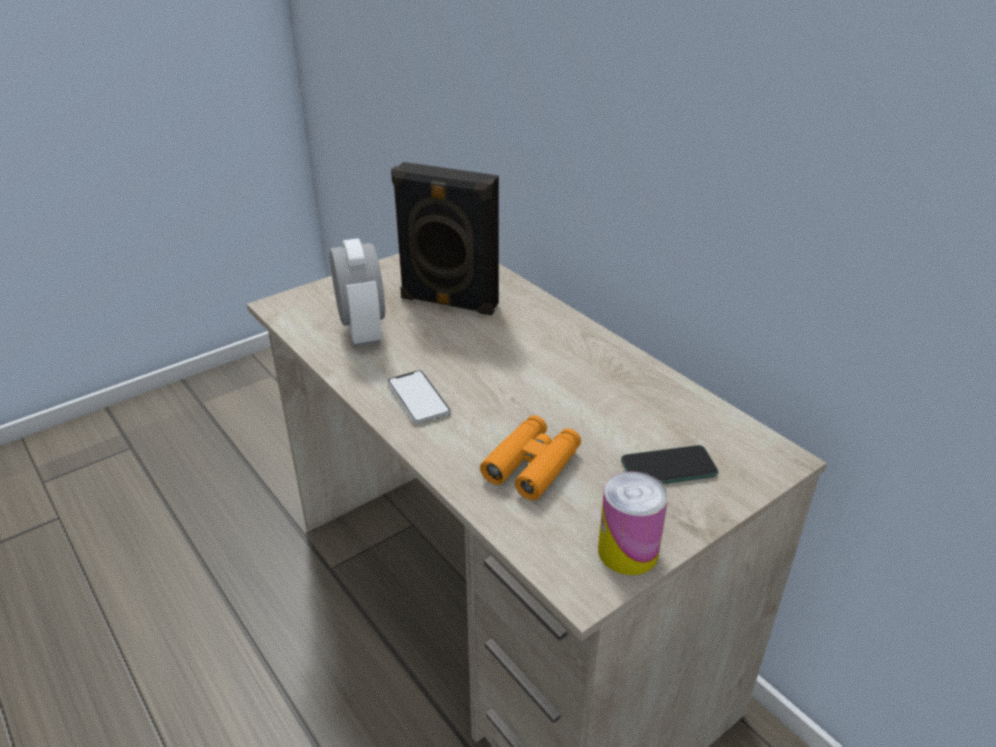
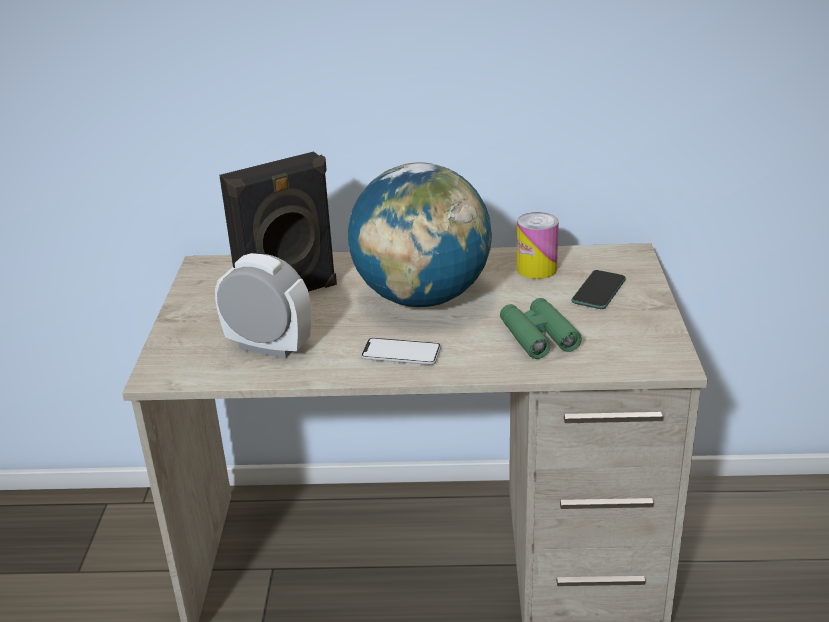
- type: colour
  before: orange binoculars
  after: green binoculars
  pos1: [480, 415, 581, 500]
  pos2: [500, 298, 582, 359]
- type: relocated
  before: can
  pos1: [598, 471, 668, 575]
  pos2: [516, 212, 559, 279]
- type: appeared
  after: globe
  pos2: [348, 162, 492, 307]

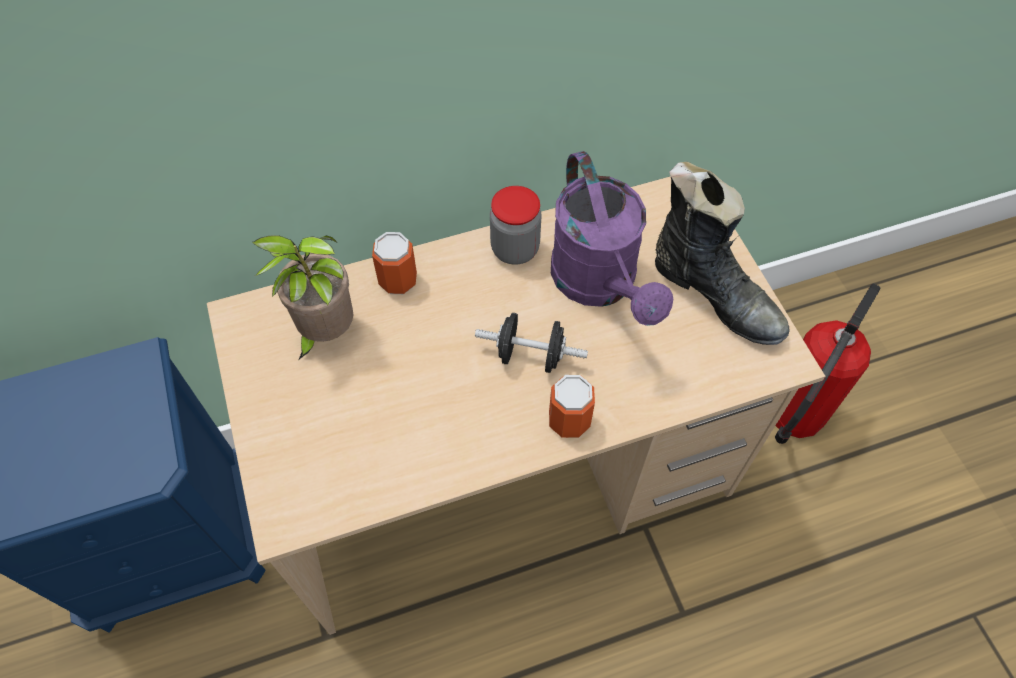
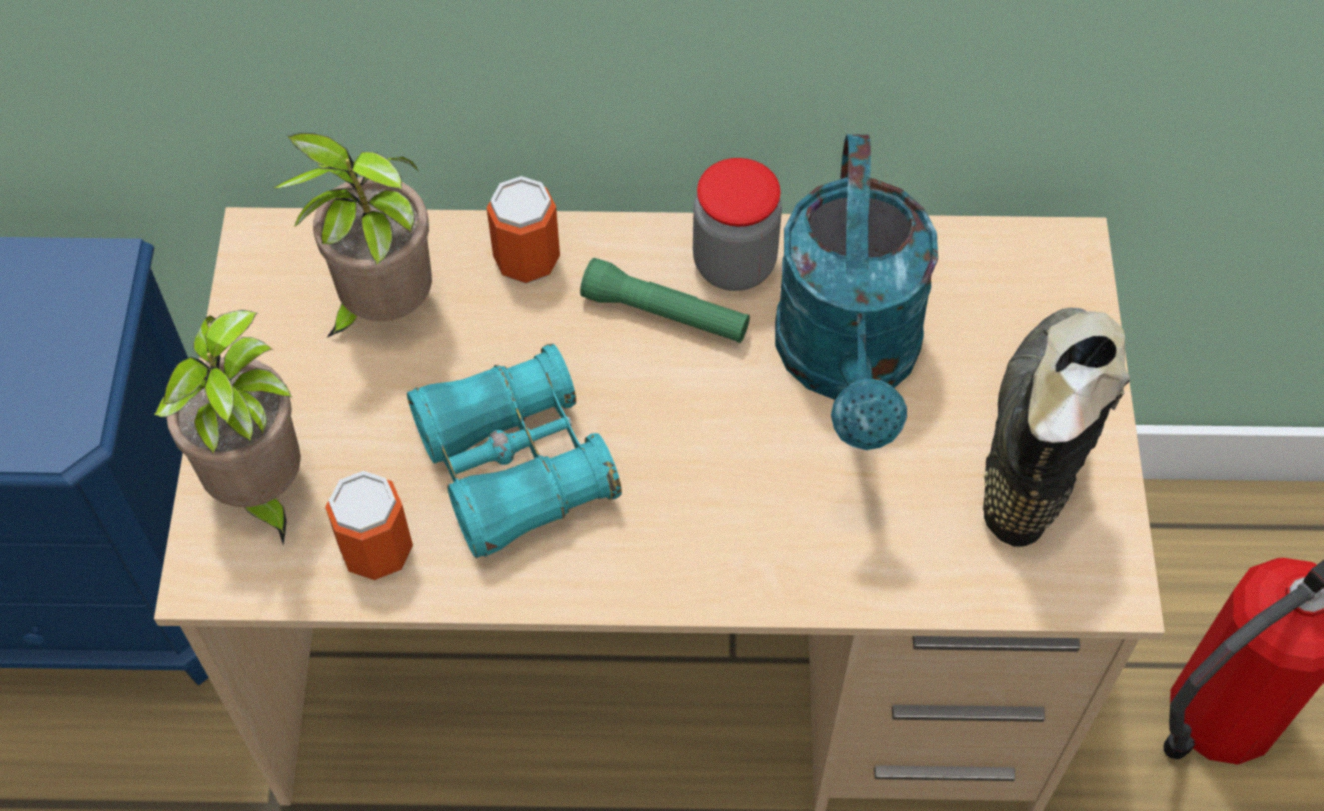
- type: colour
  before: purple watering can
  after: turquoise watering can
  pos1: [551, 151, 673, 326]
  pos2: [775, 134, 938, 450]
- type: spun
  before: black boot
  pos1: [655, 162, 790, 345]
  pos2: [983, 308, 1130, 546]
  turn: -135
- type: missing
  before: black dumbbell
  pos1: [475, 313, 588, 373]
- type: relocated
  before: can
  pos1: [549, 375, 595, 438]
  pos2: [325, 471, 413, 580]
- type: appeared
  after: green flashlight
  pos2: [580, 258, 750, 343]
- type: appeared
  after: potted plant
  pos2: [154, 310, 301, 545]
- type: appeared
  after: turquoise binoculars
  pos2: [407, 344, 622, 558]

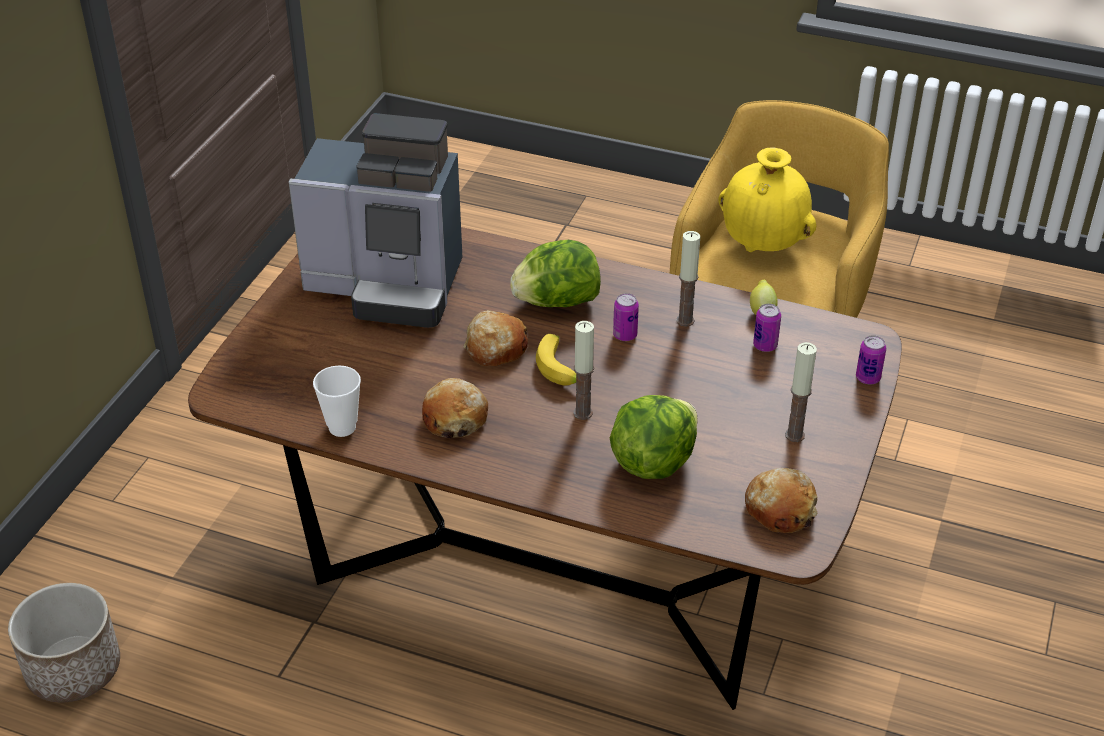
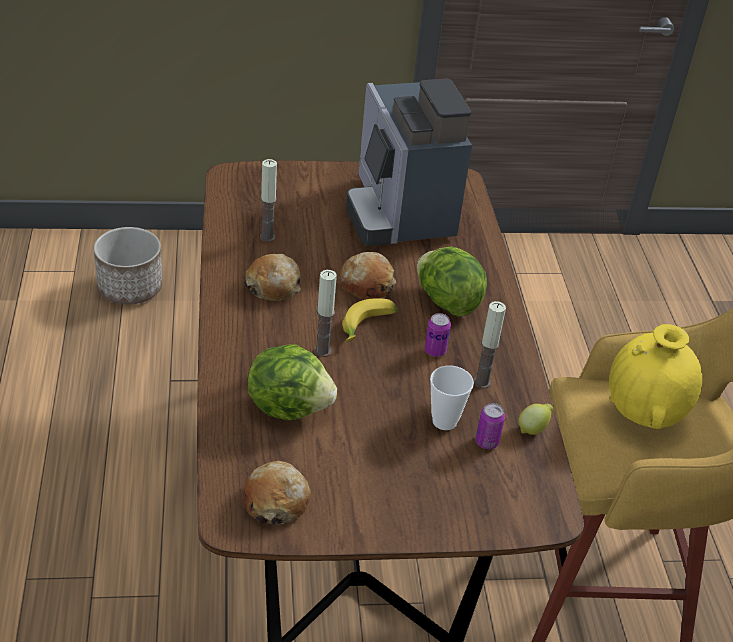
- type: missing
  before: can
  pos1: [856, 335, 886, 384]
- type: relocated
  before: candle
  pos1: [785, 342, 817, 442]
  pos2: [260, 159, 277, 242]
- type: relocated
  before: cup
  pos1: [313, 366, 361, 437]
  pos2: [430, 366, 474, 430]

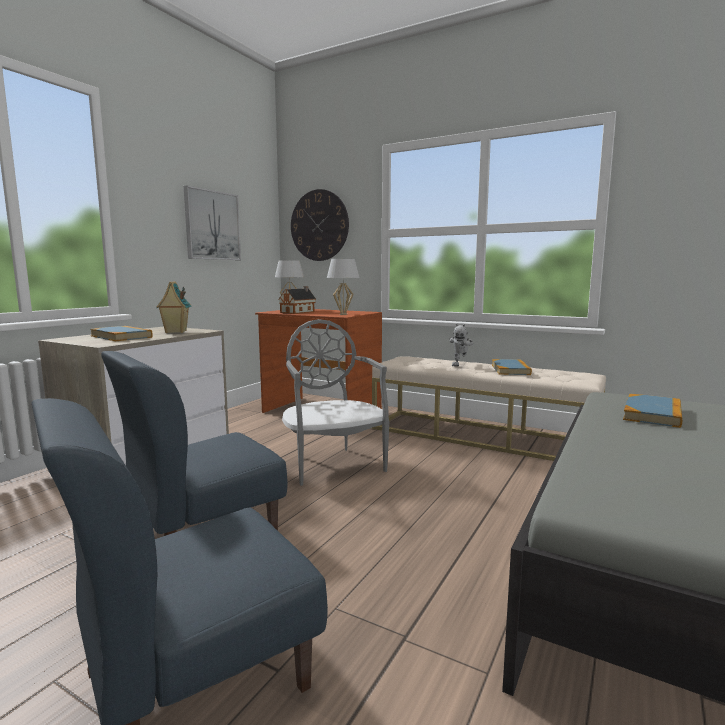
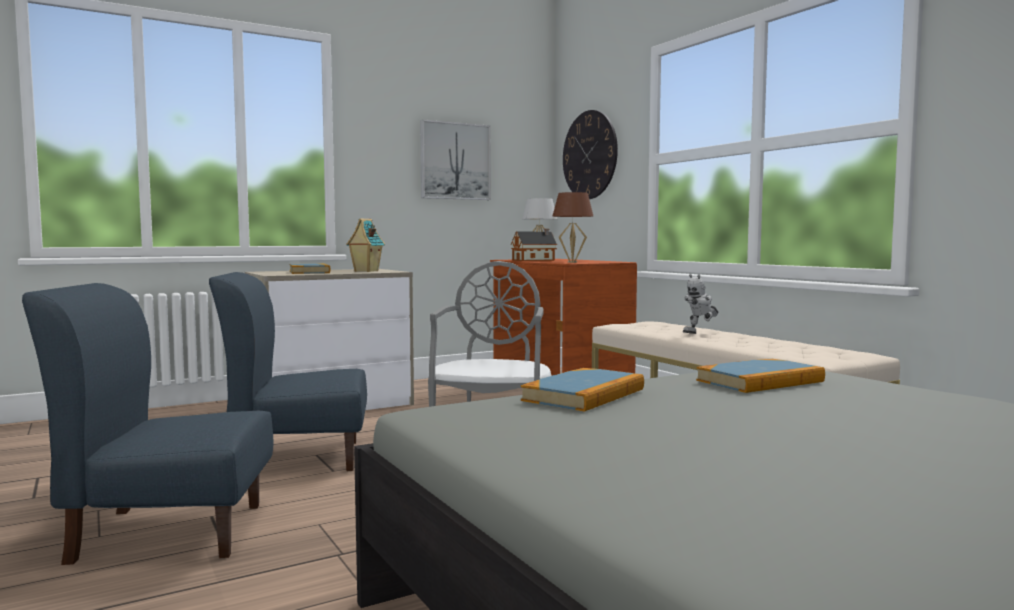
- type: colour
  before: white table lamp
  after: brown table lamp
  pos1: [327, 259, 360, 315]
  pos2: [552, 192, 593, 263]
- type: relocated
  before: book
  pos1: [492, 359, 532, 375]
  pos2: [521, 368, 644, 412]

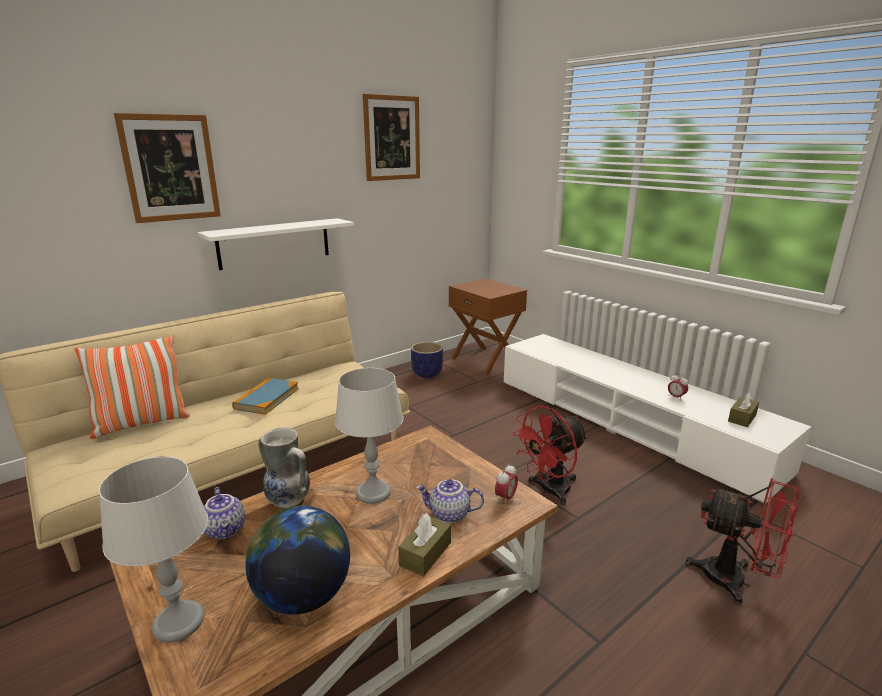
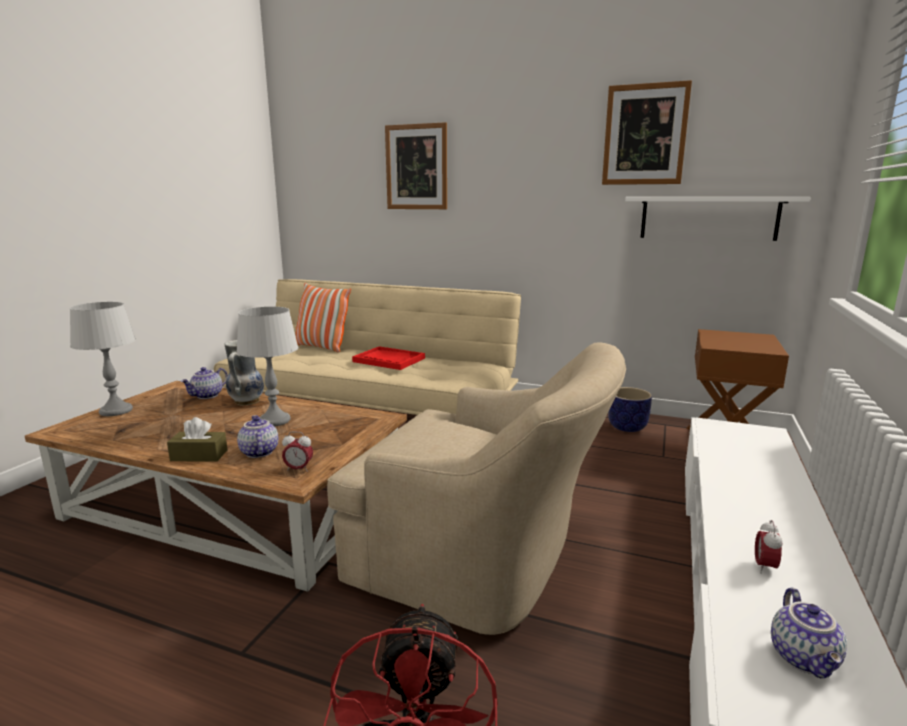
- type: relocated
  before: white shelf
  pos1: [197, 218, 354, 270]
  pos2: [625, 197, 811, 241]
- type: exchanged
  before: book
  after: red tray
  pos1: [232, 378, 299, 415]
  pos2: [352, 346, 425, 370]
- type: exchanged
  before: brown tissue box
  after: teapot
  pos1: [728, 393, 759, 427]
  pos2: [771, 588, 847, 678]
- type: exchanged
  before: red fan
  after: beige armchair
  pos1: [512, 406, 588, 505]
  pos2: [327, 342, 626, 635]
- type: missing
  before: globe
  pos1: [245, 506, 350, 615]

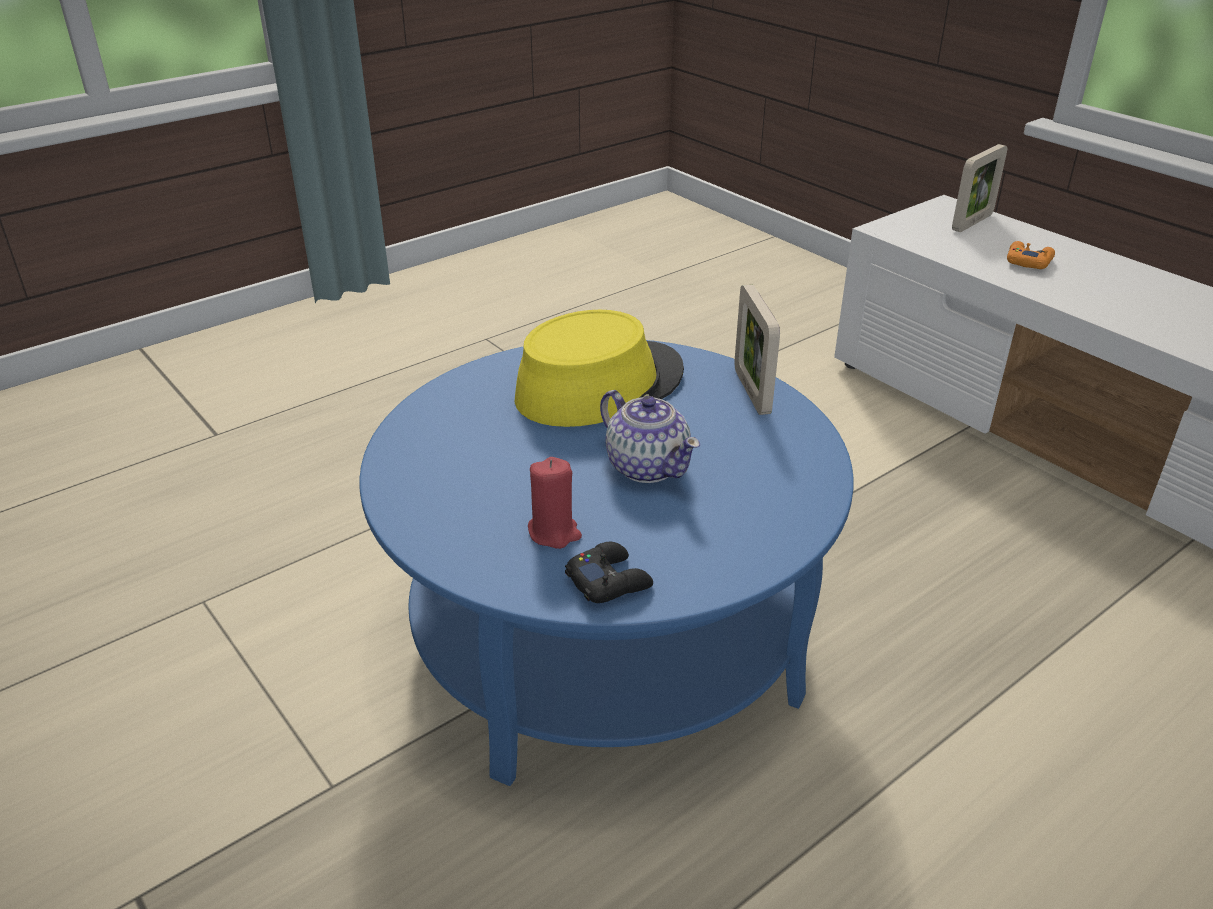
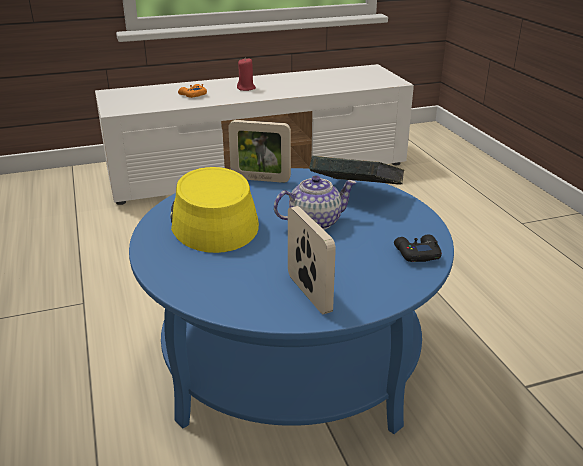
- type: relocated
  before: picture frame
  pos1: [952, 144, 1007, 232]
  pos2: [288, 206, 336, 314]
- type: relocated
  before: red candle
  pos1: [528, 457, 582, 549]
  pos2: [237, 59, 256, 91]
- type: appeared
  after: book
  pos2: [309, 156, 405, 185]

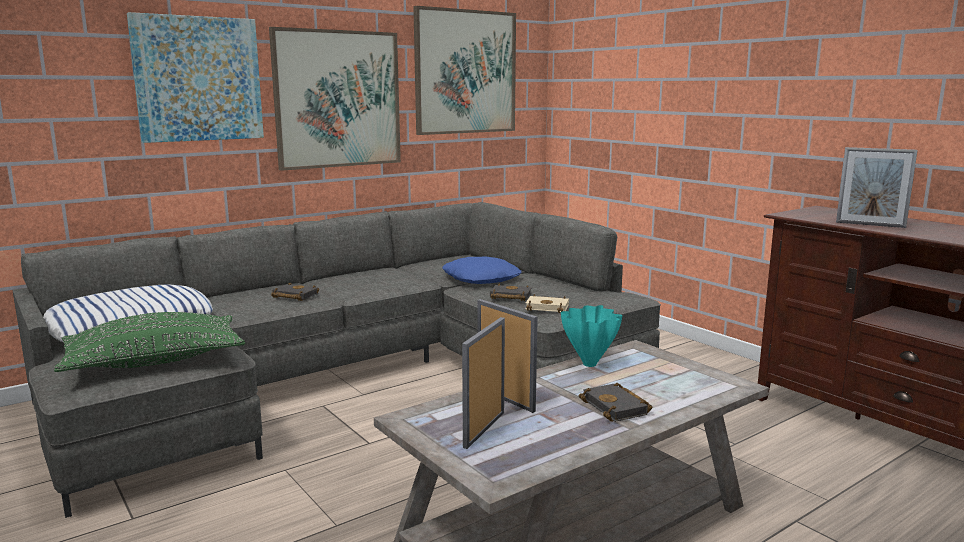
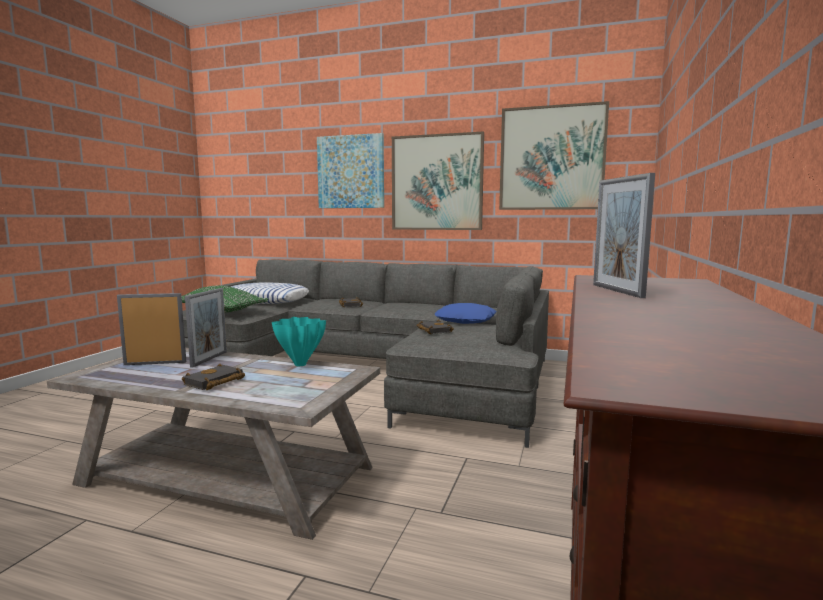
- type: missing
  before: beige book
  pos1: [526, 294, 569, 313]

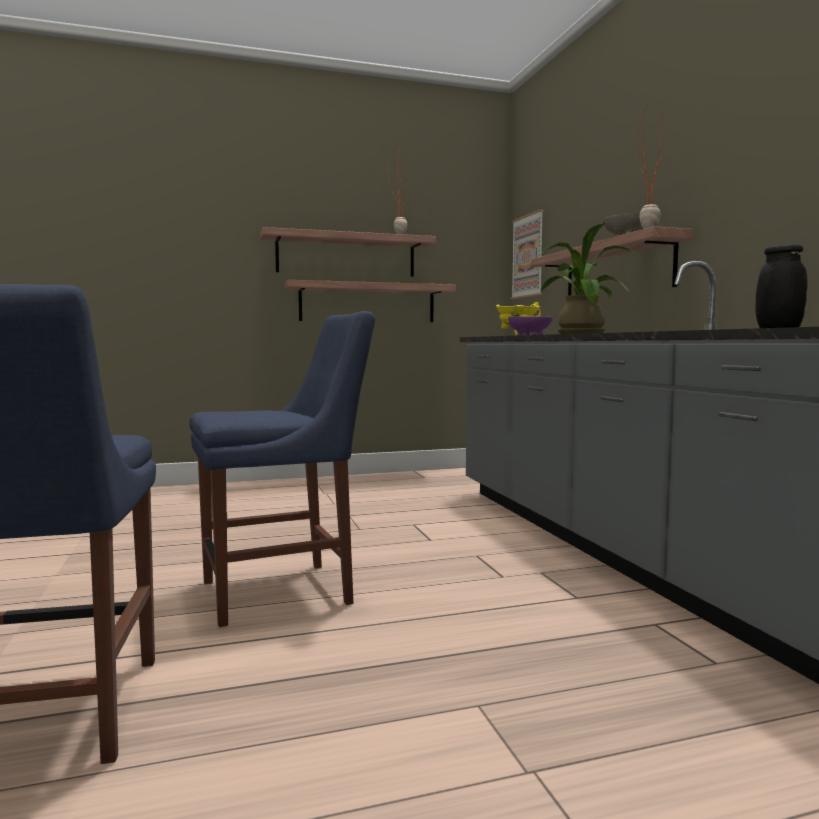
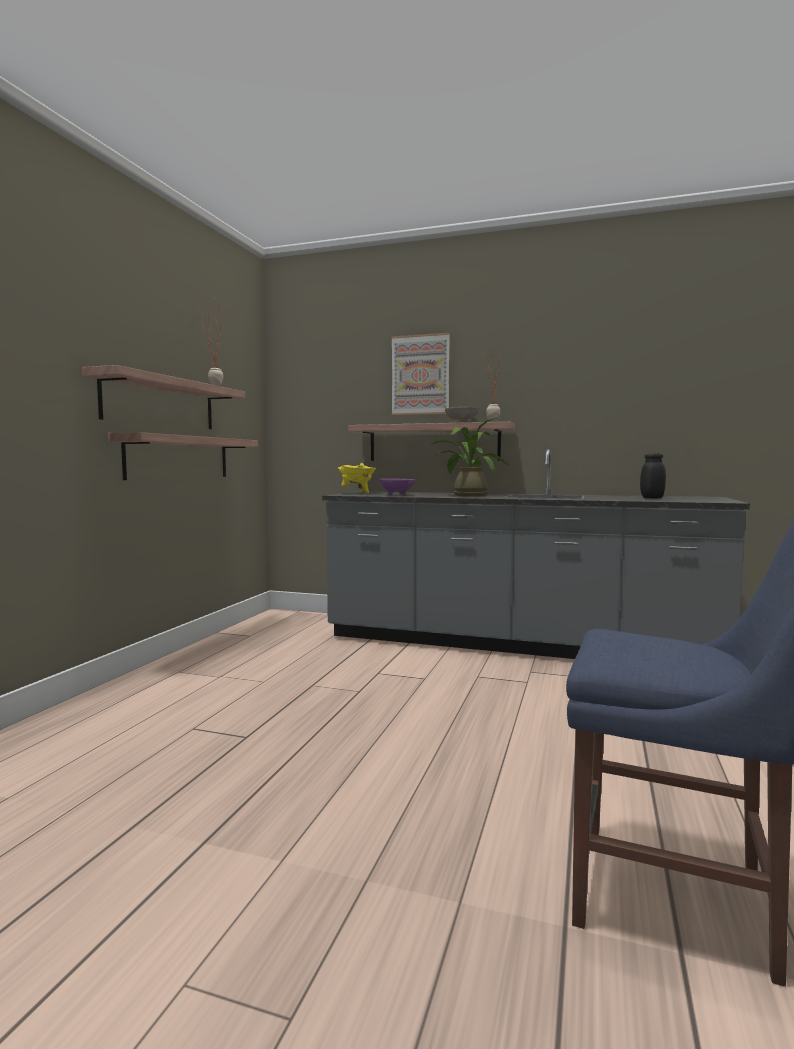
- type: relocated
  before: picture
  pos1: [511, 209, 544, 299]
  pos2: [391, 333, 450, 415]
- type: missing
  before: blue chair
  pos1: [189, 311, 375, 627]

